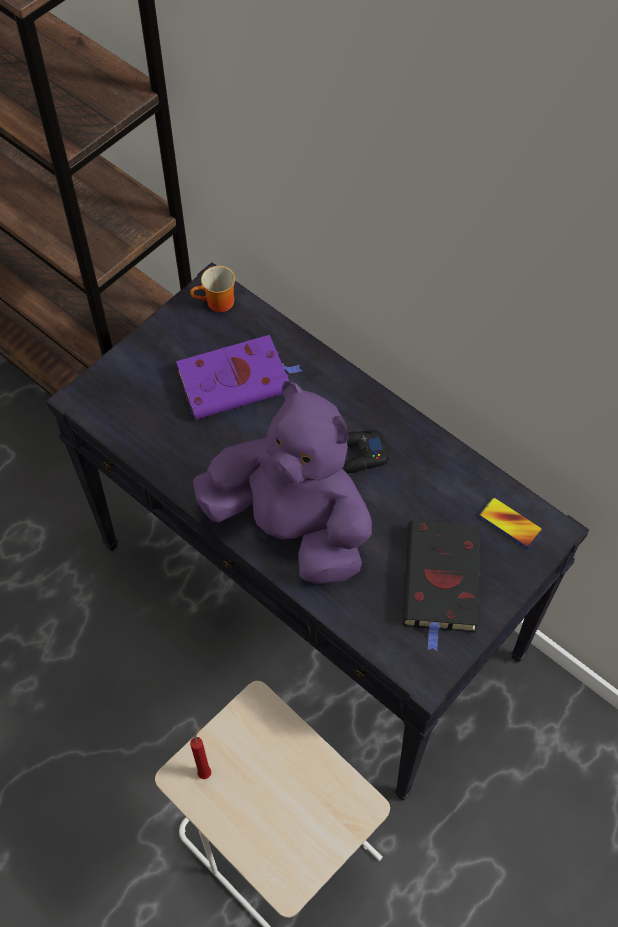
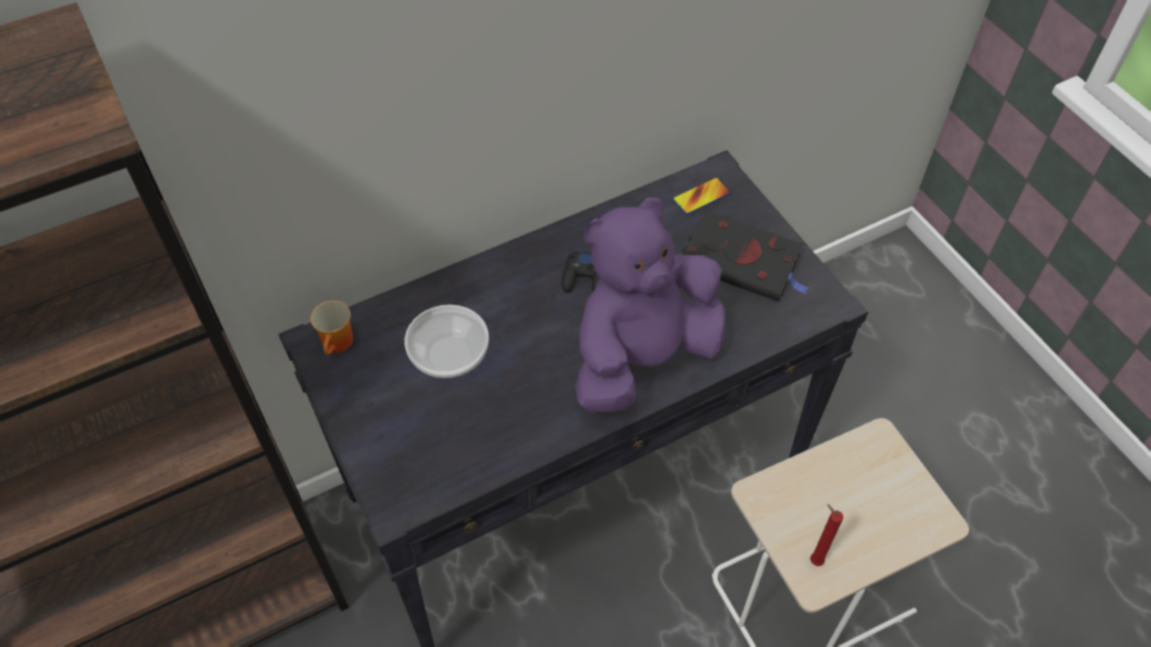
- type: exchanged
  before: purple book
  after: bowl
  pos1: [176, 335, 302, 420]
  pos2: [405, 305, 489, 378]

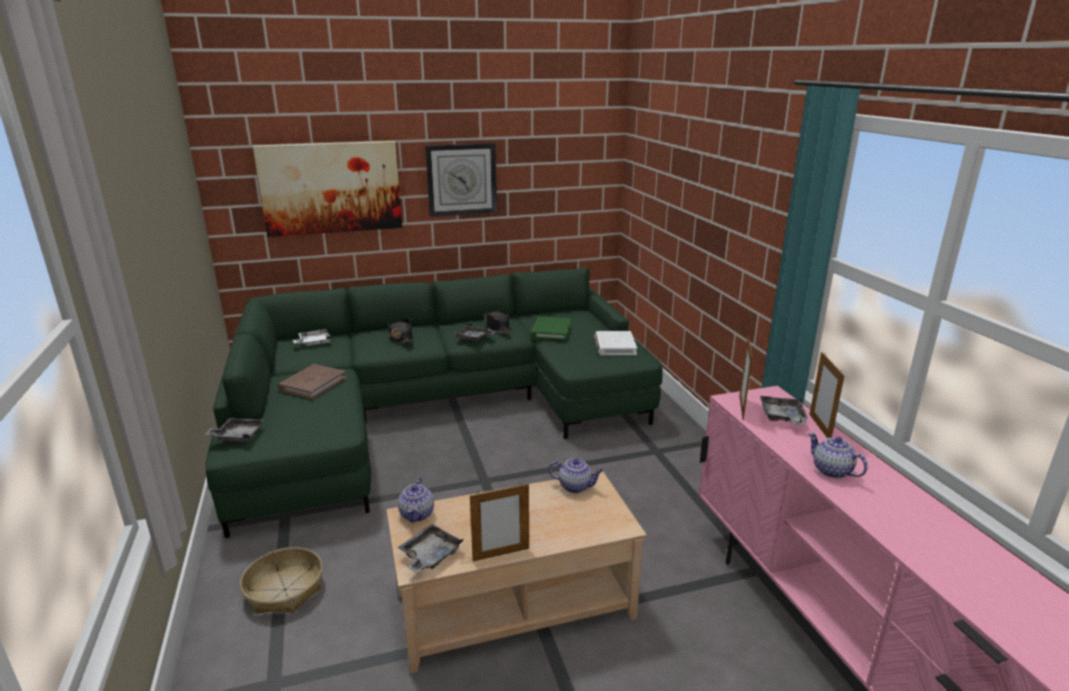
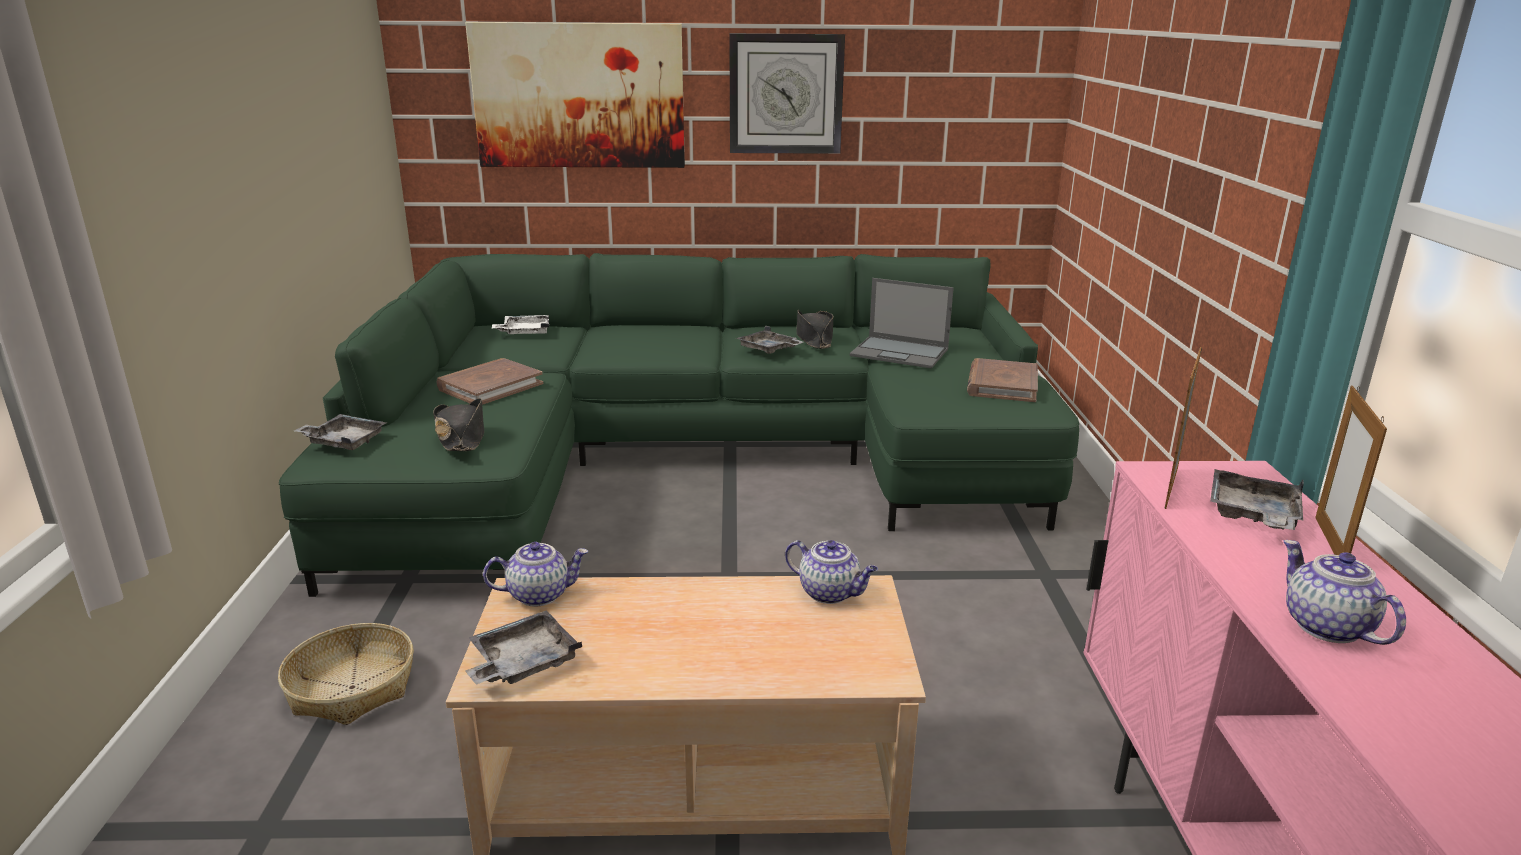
- type: exchanged
  before: green book
  after: laptop
  pos1: [530, 317, 572, 341]
  pos2: [850, 278, 954, 369]
- type: relocated
  before: black hat
  pos1: [388, 318, 414, 344]
  pos2: [433, 398, 484, 451]
- type: colour
  before: white book
  after: brown book
  pos1: [594, 331, 637, 355]
  pos2: [967, 358, 1038, 402]
- type: spun
  before: teapot
  pos1: [398, 477, 434, 523]
  pos2: [483, 542, 588, 607]
  turn: -120
- type: missing
  before: picture frame
  pos1: [470, 483, 529, 561]

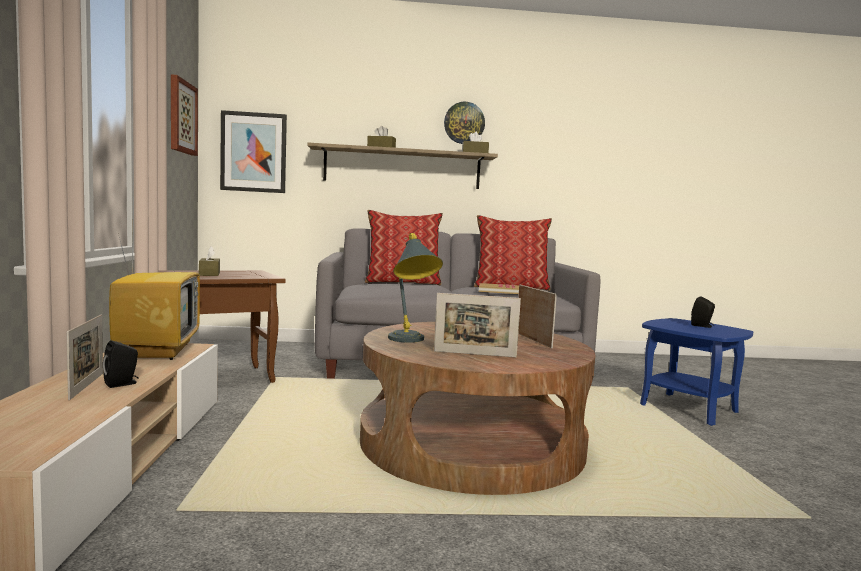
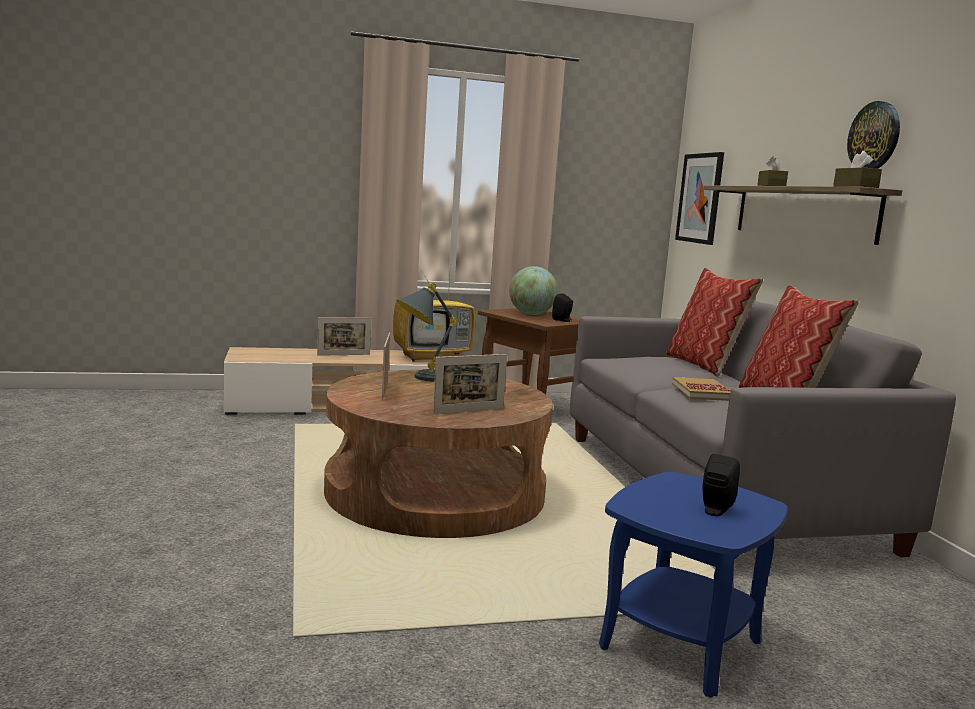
- type: missing
  before: picture
  pos1: [171, 75, 198, 156]
- type: exchanged
  before: brown tissue box
  after: globe
  pos1: [199, 246, 220, 276]
  pos2: [509, 266, 558, 315]
- type: relocated
  before: black speaker
  pos1: [103, 340, 139, 388]
  pos2: [552, 293, 573, 322]

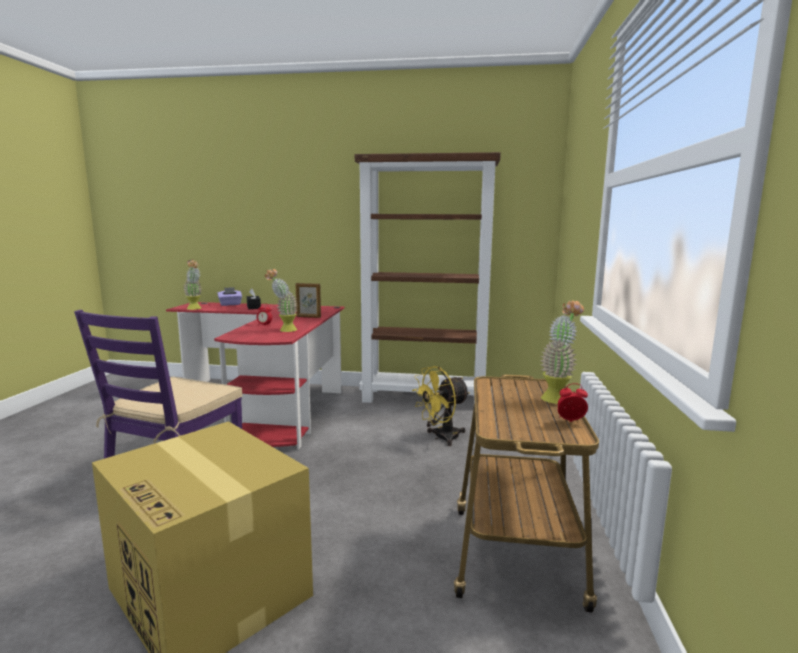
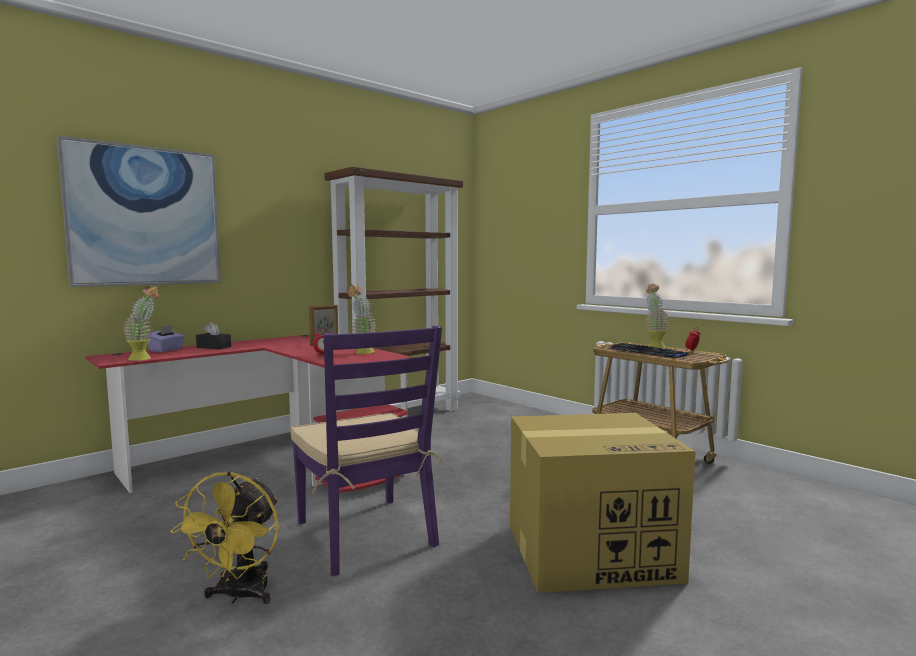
- type: relocated
  before: yellow fan
  pos1: [412, 366, 470, 446]
  pos2: [170, 471, 279, 604]
- type: appeared
  after: picture
  pos2: [57, 136, 221, 287]
- type: appeared
  after: keyboard
  pos2: [609, 343, 687, 358]

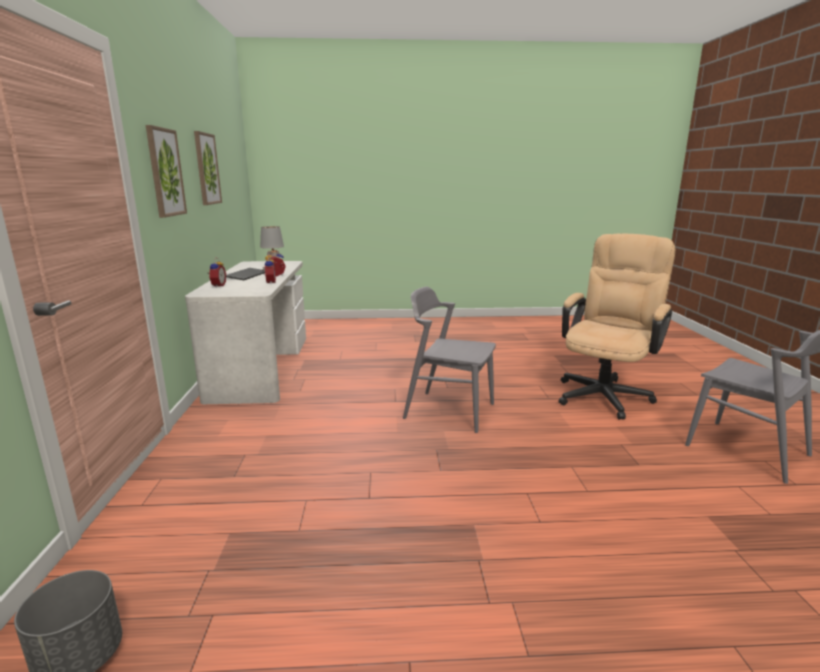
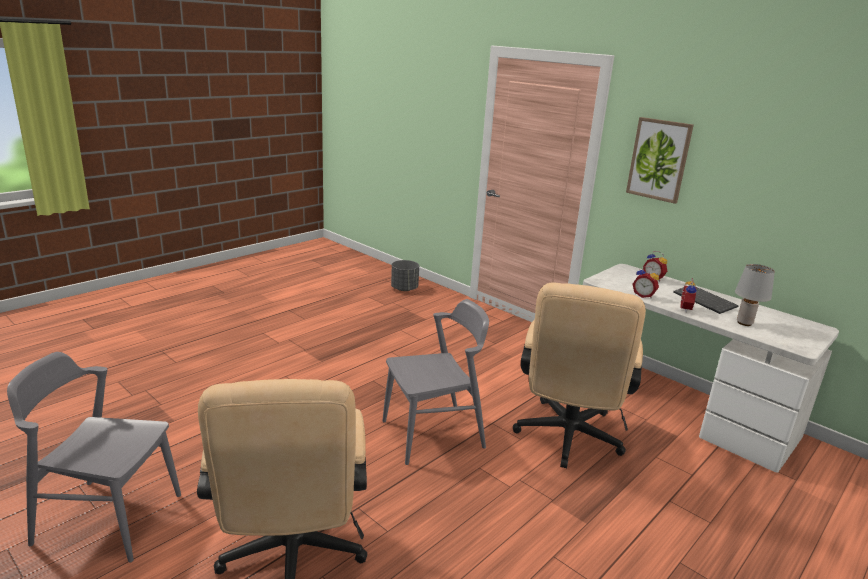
- type: missing
  before: picture
  pos1: [194, 131, 222, 205]
- type: appeared
  after: beige office chair
  pos2: [513, 283, 646, 468]

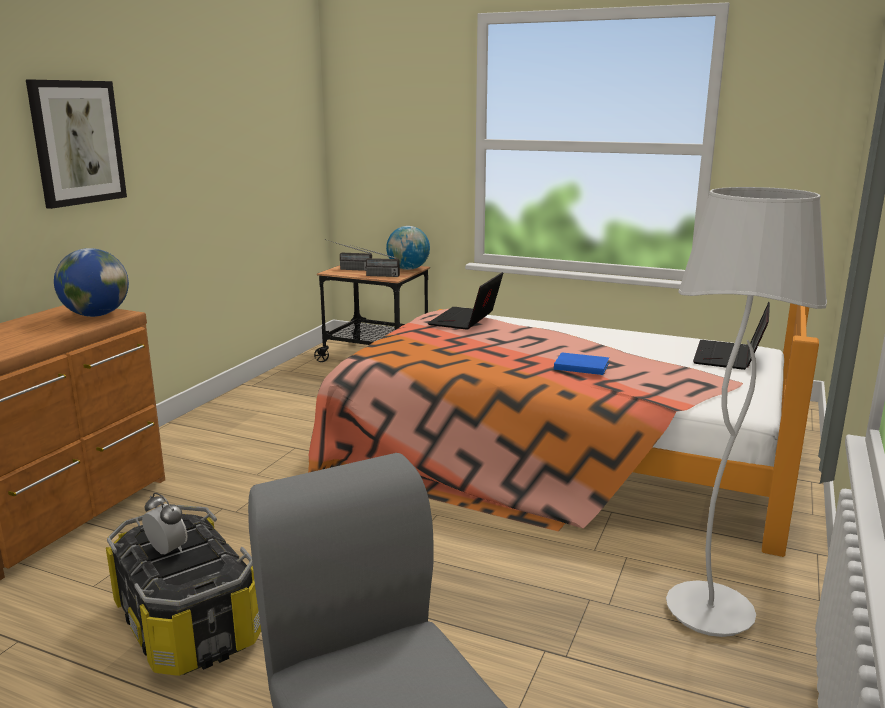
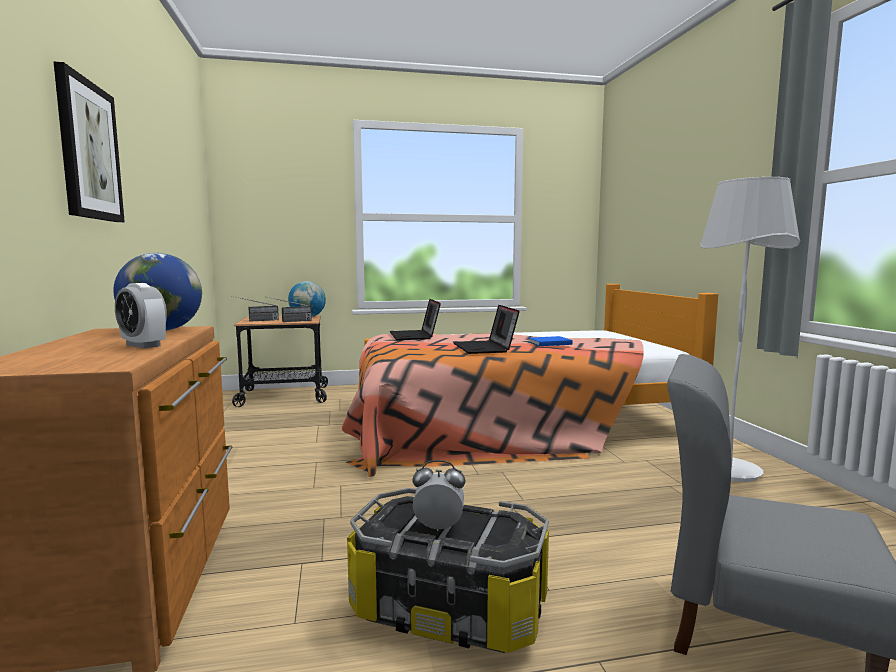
- type: relocated
  before: laptop
  pos1: [693, 302, 770, 370]
  pos2: [453, 305, 520, 354]
- type: appeared
  after: alarm clock
  pos2: [115, 283, 167, 348]

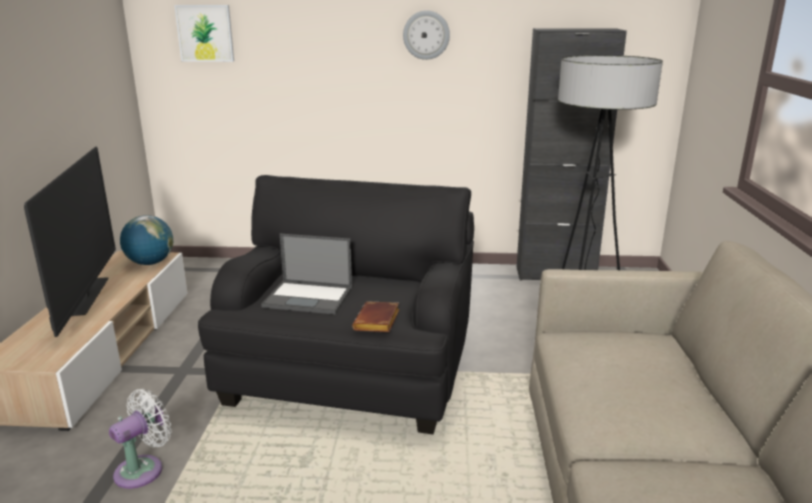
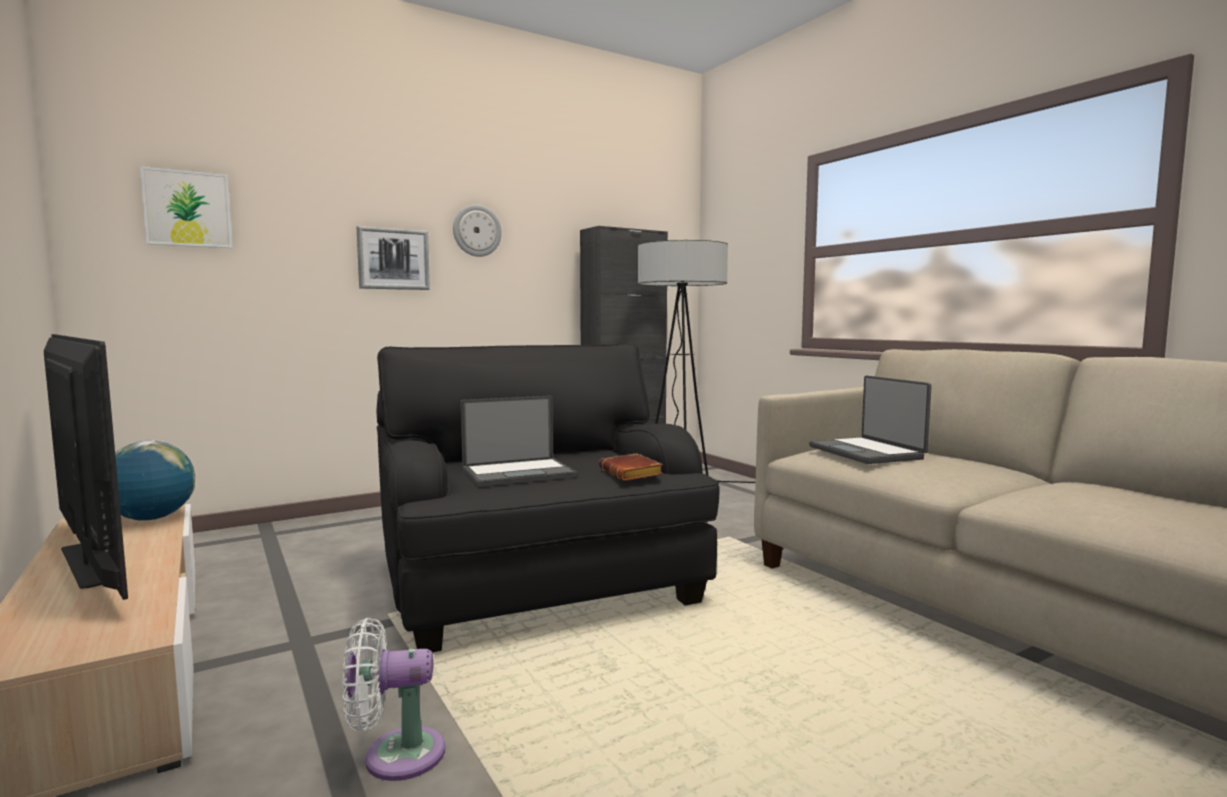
- type: spun
  before: white fan
  pos1: [109, 389, 171, 489]
  pos2: [343, 618, 445, 781]
  turn: -105
- type: appeared
  after: picture
  pos2: [357, 226, 430, 290]
- type: appeared
  after: laptop
  pos2: [809, 376, 932, 464]

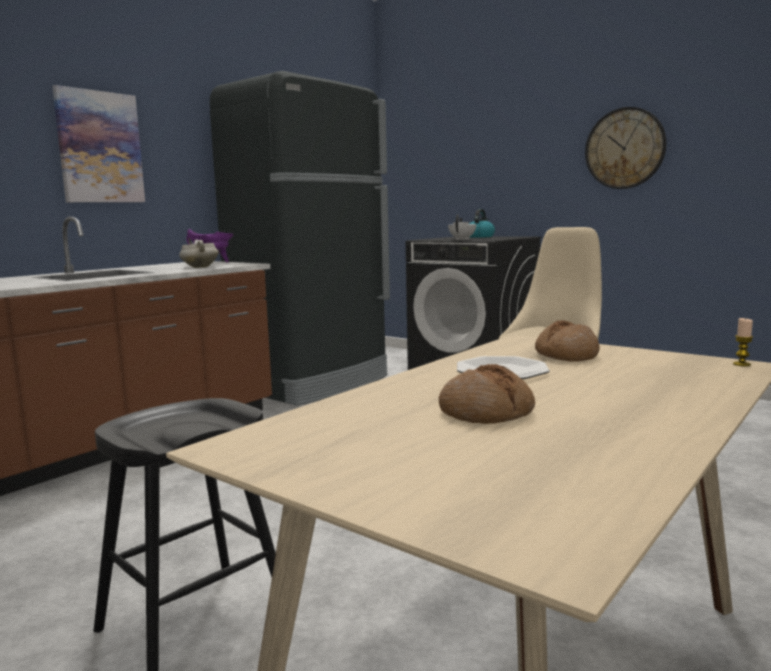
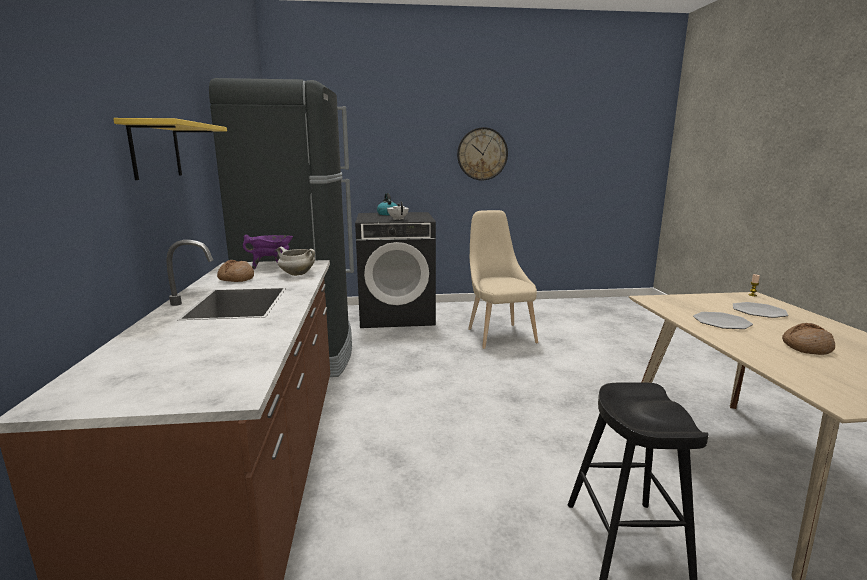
- type: exchanged
  before: picture
  after: yellow shelf
  pos1: [52, 85, 145, 202]
  pos2: [113, 118, 227, 180]
- type: relocated
  before: bread
  pos1: [535, 320, 600, 362]
  pos2: [217, 260, 254, 282]
- type: appeared
  after: plate
  pos2: [733, 302, 788, 318]

